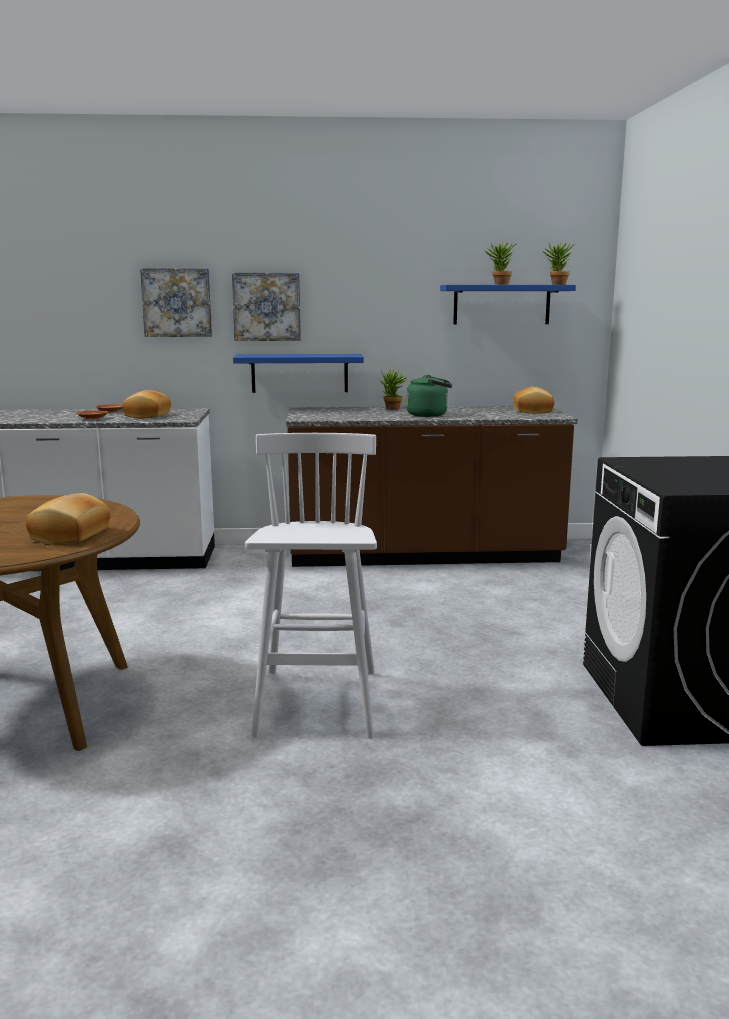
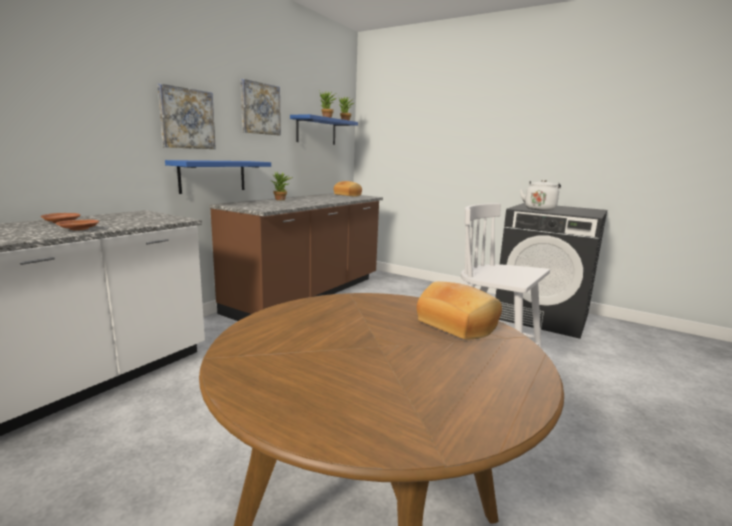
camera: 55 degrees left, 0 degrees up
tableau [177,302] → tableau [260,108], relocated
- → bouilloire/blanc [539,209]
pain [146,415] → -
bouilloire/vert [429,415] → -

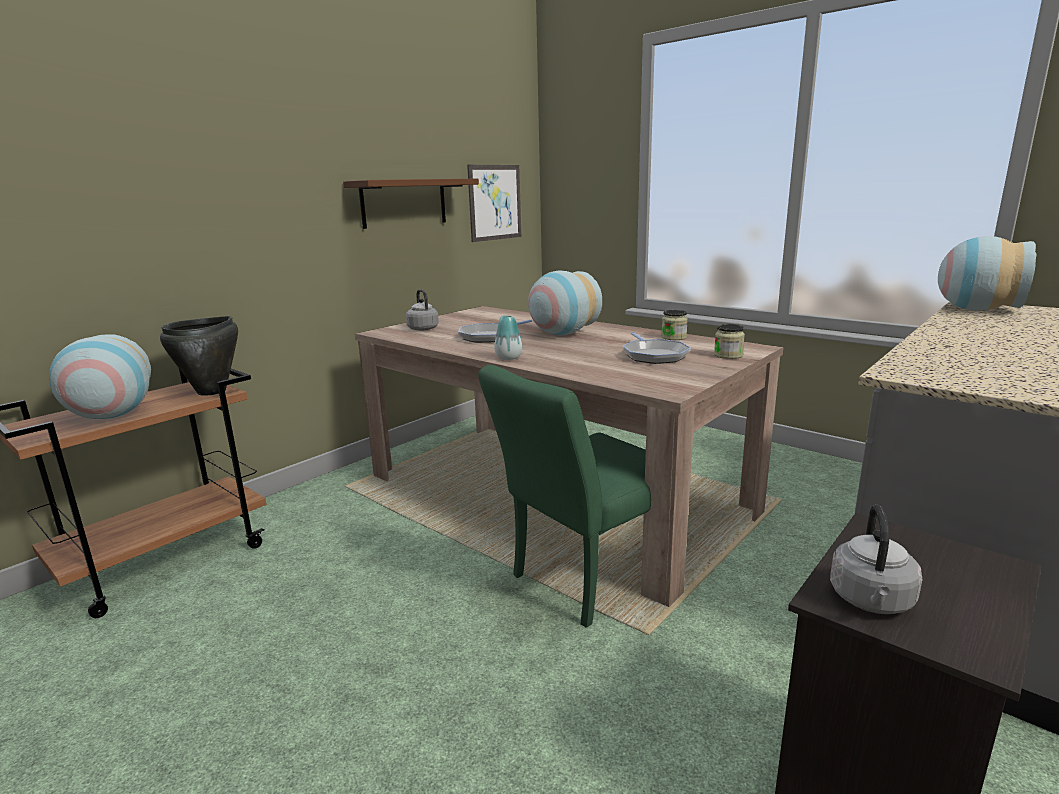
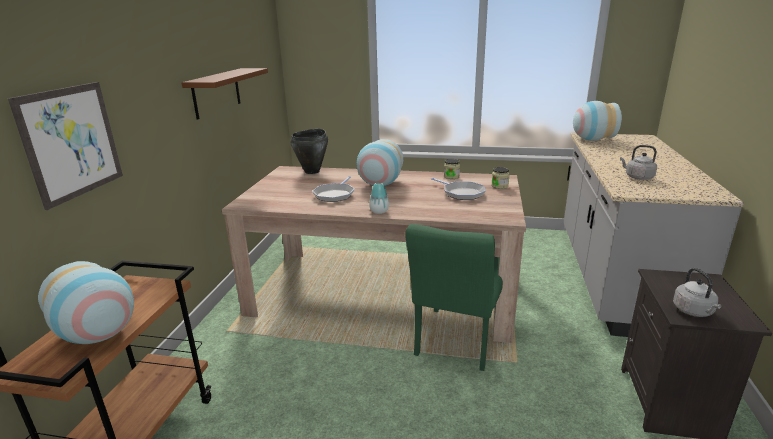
camera: 30 degrees left, 5 degrees up
tableau [495,202] → tableau [72,142], relocated
marmite/noir [212,391] → marmite/noir [312,171], relocated
bouilloire/gris [422,328] → bouilloire/gris [637,177], relocated

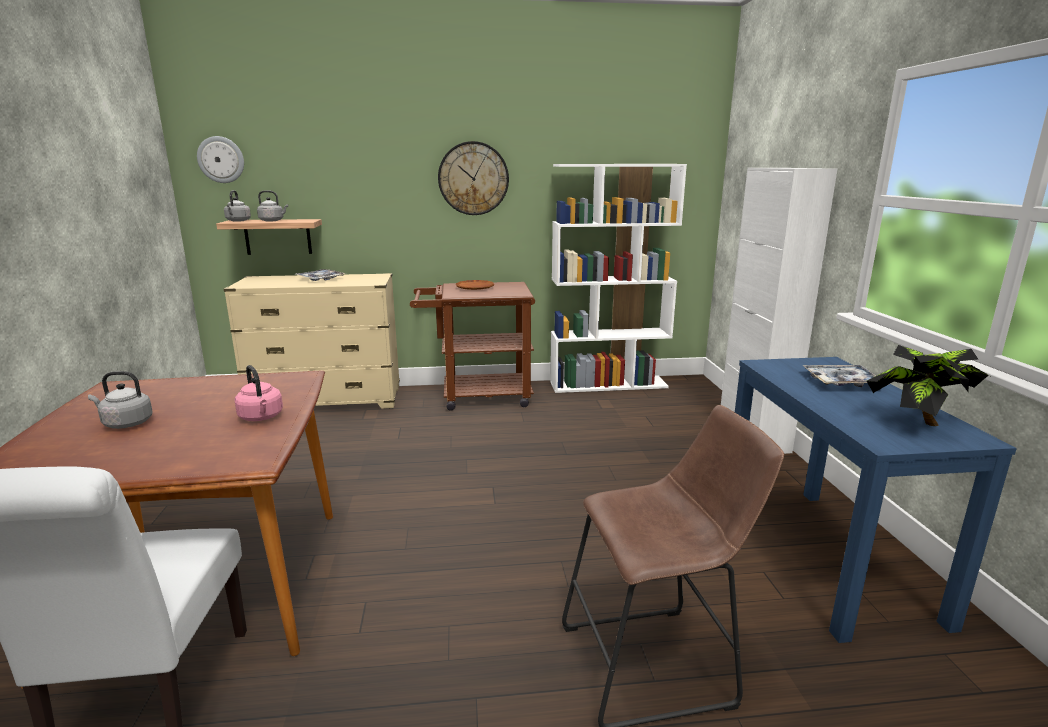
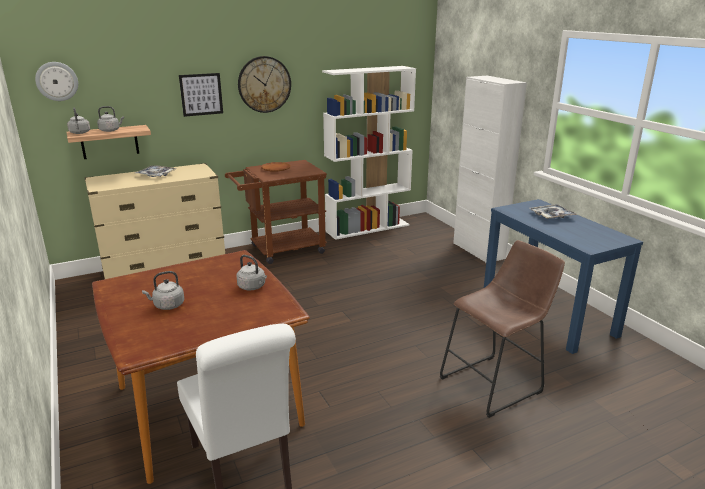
camera: 20 degrees left, 5 degrees up
- → tableau [201,94]
bouilloire/rose [261,417] → bouilloire/gris [253,287]
plante en pot [919,424] → -

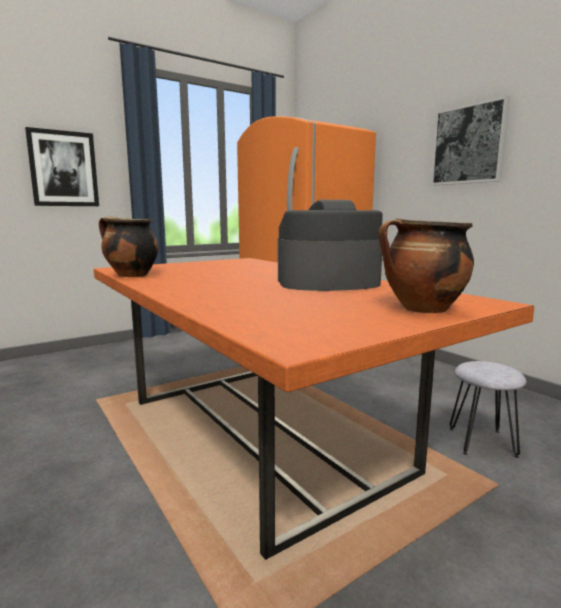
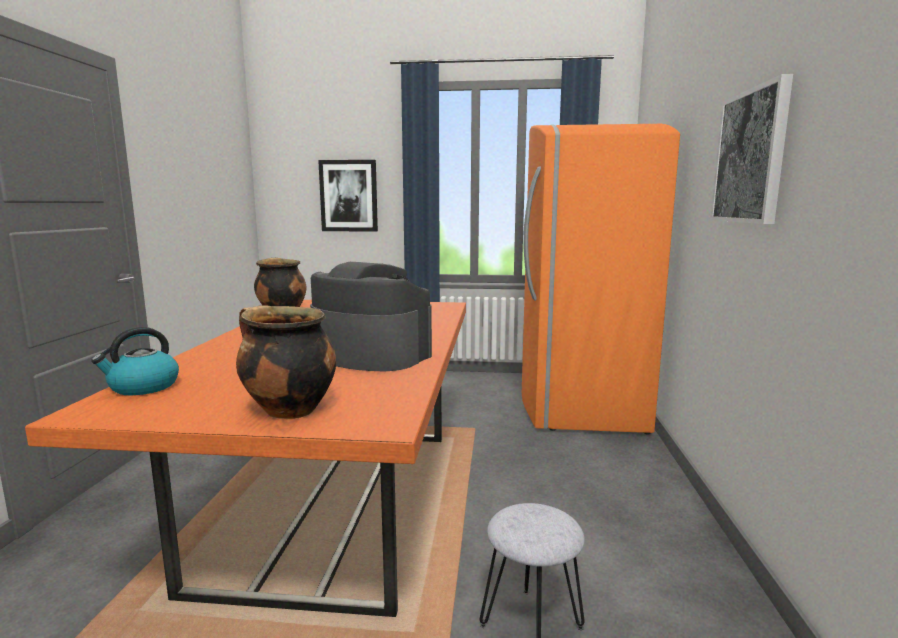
camera: 40 degrees right, 0 degrees up
- → bouilloire [143,387]

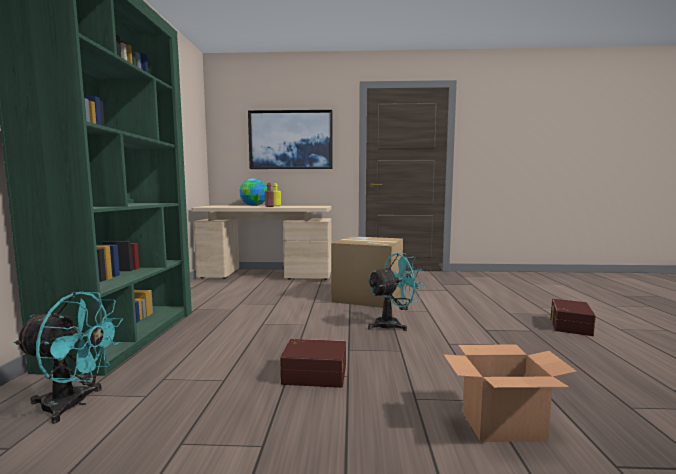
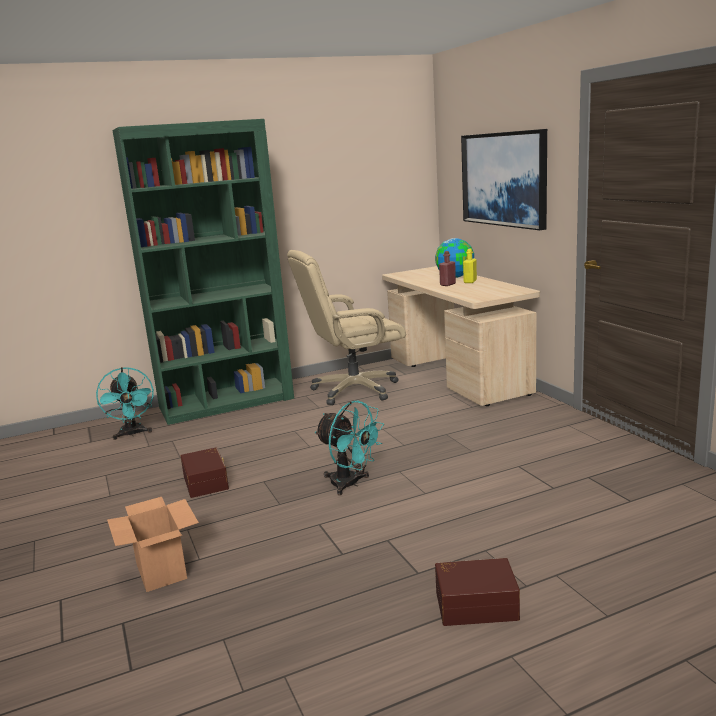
camera: 65 degrees right, 10 degrees up
- → chaise de bureau/beige [354,390]
carton [368,297] → -

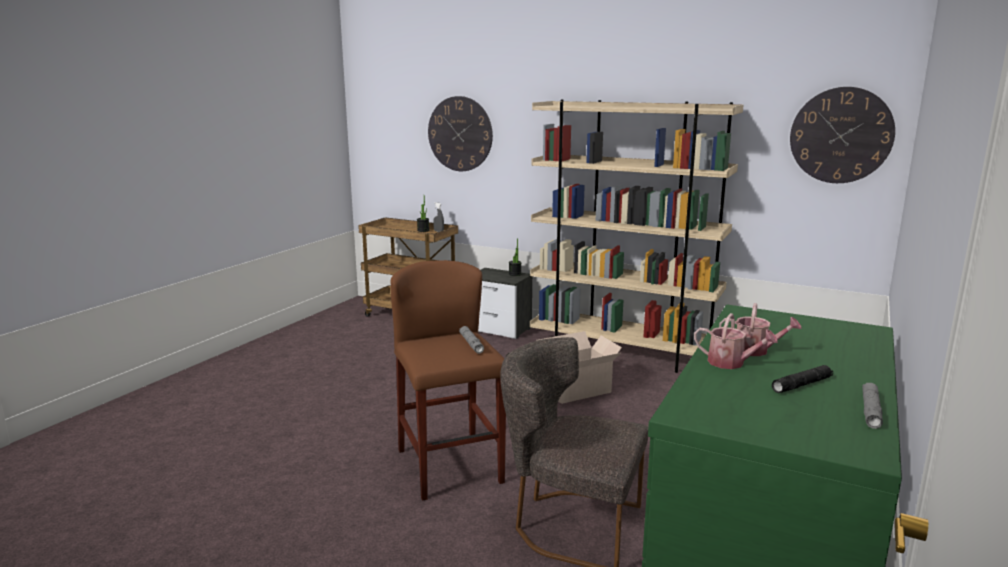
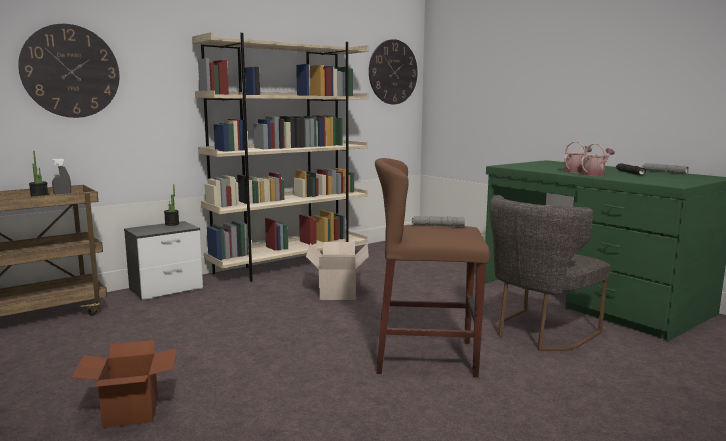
camera: 65 degrees left, 5 degrees down
- → carton [131,412]

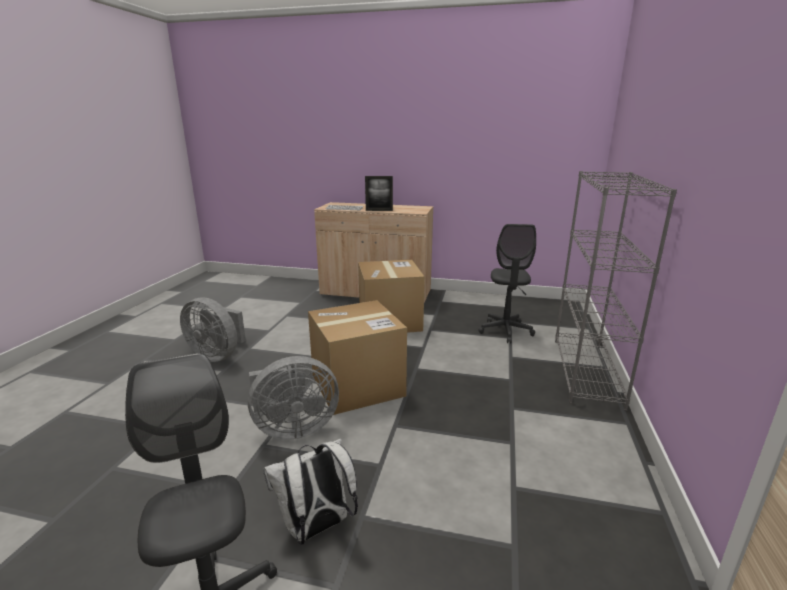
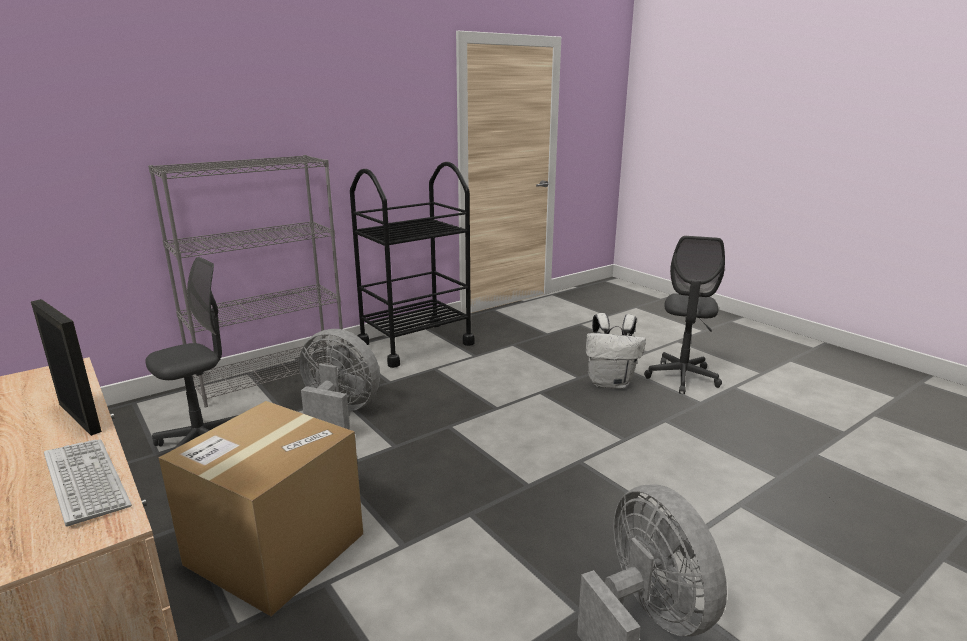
camera: 140 degrees left, 0 degrees up
ventilateur/gris [293,428] → ventilateur/gris [339,415], relocated
- → chariot/noir [415,344]
carton [357,385] → -

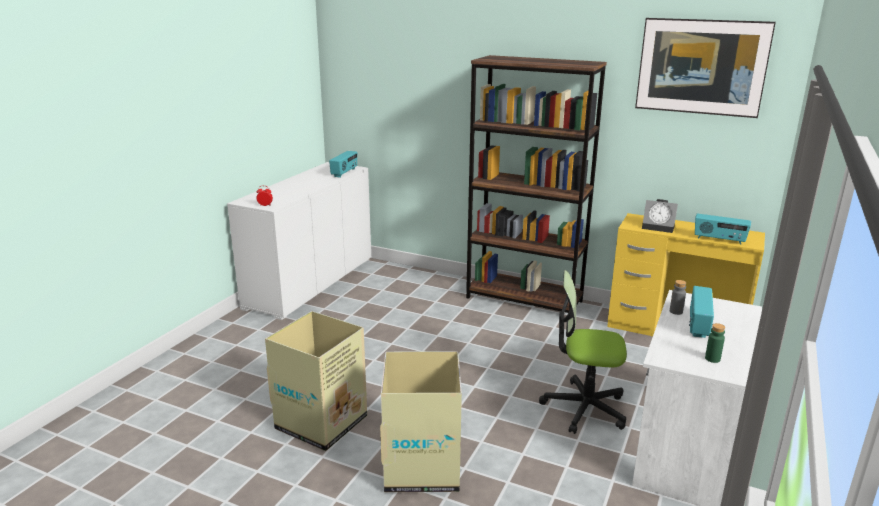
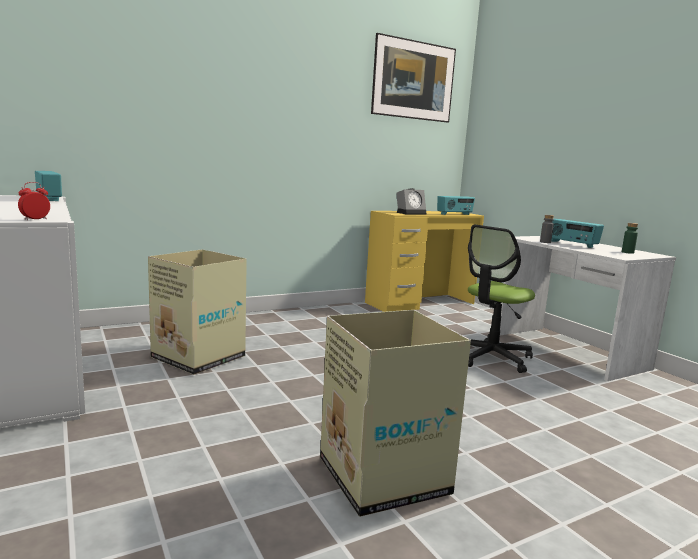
camera: 55 degrees left, 10 degrees down
carton [422,466] → carton [198,357], relocated
bibliothèque/marron [524,299] → -

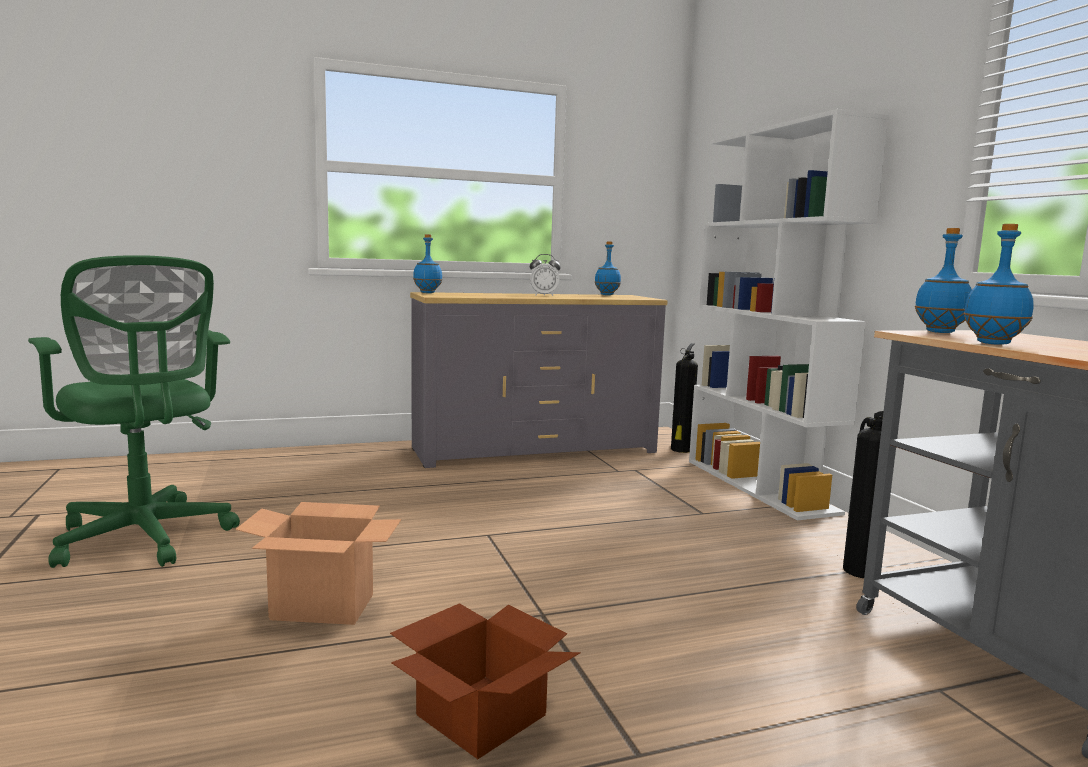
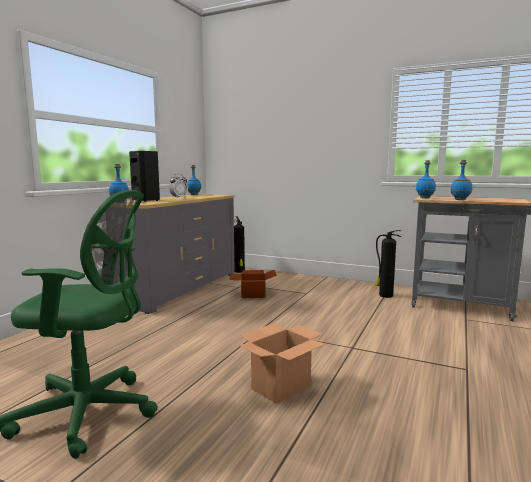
camera: 45 degrees left, 0 degrees up
- → enceinte/noir [147,200]
carton [480,713] → carton [252,294], relocated
bibliothèque/blanc [760,486] → -

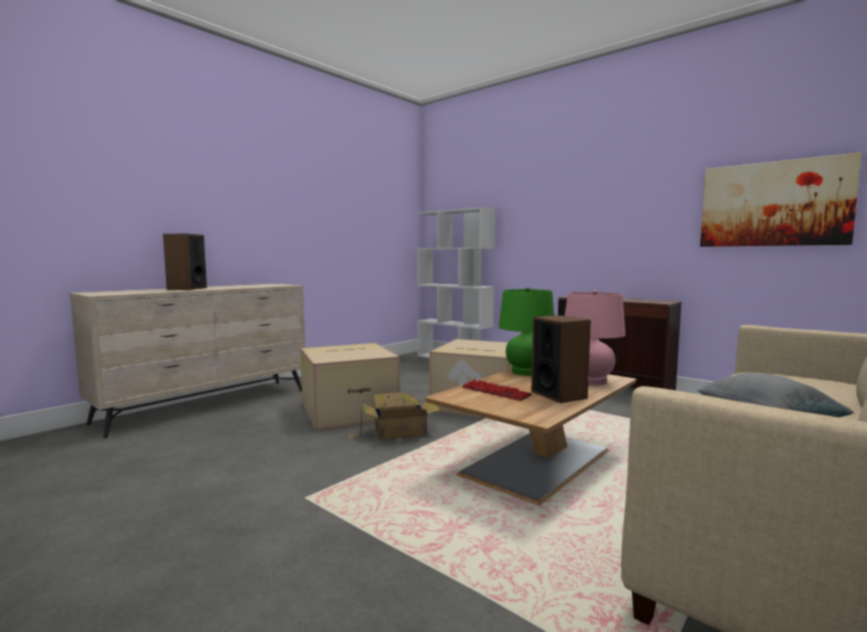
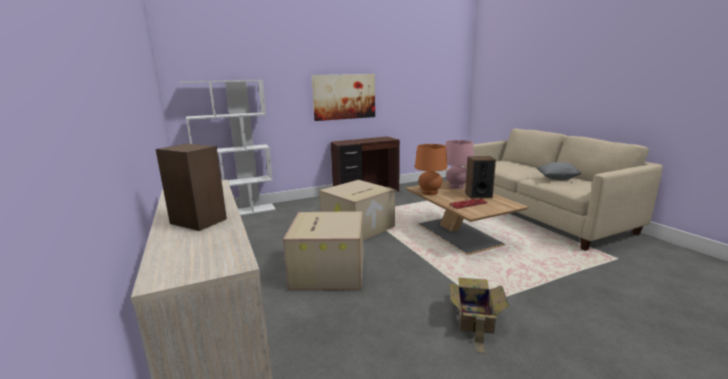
camera: 65 degrees left, 10 degrees up
tableau [773,204] → tableau [344,97], relocated
lampe de table/vert [525,372] → lampe de table/orange [429,192]
carton [397,432] → carton [474,319], relocated

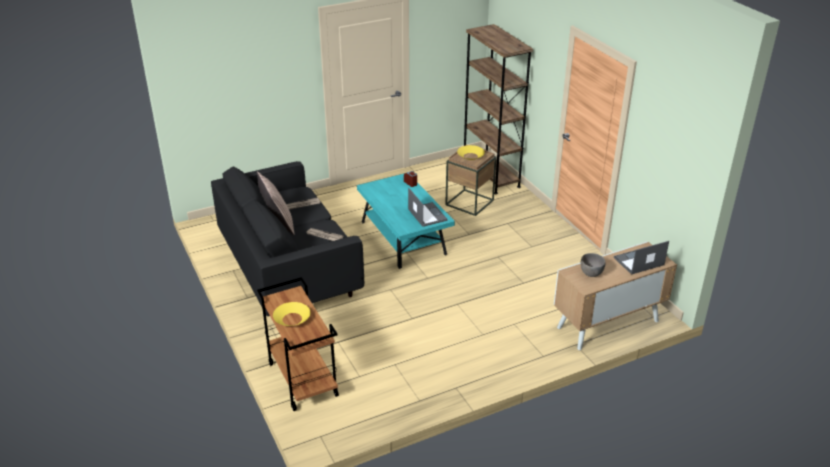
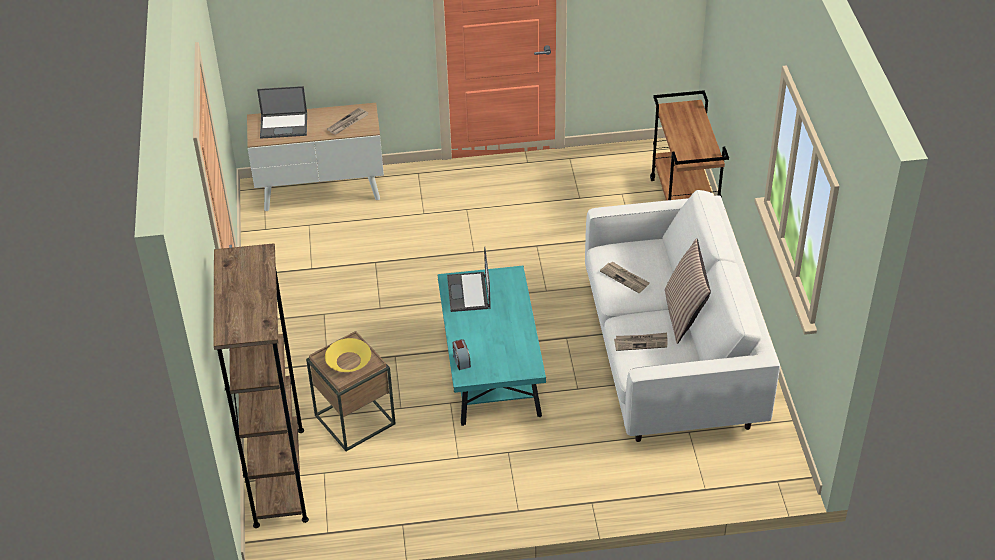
camera: 160 degrees left, 10 degrees up
bol/gris [591,273] → journal [348,123]
canapé/noir [290,268] → canapé/blanc [670,355]
bol/jaune [292,319] → -

